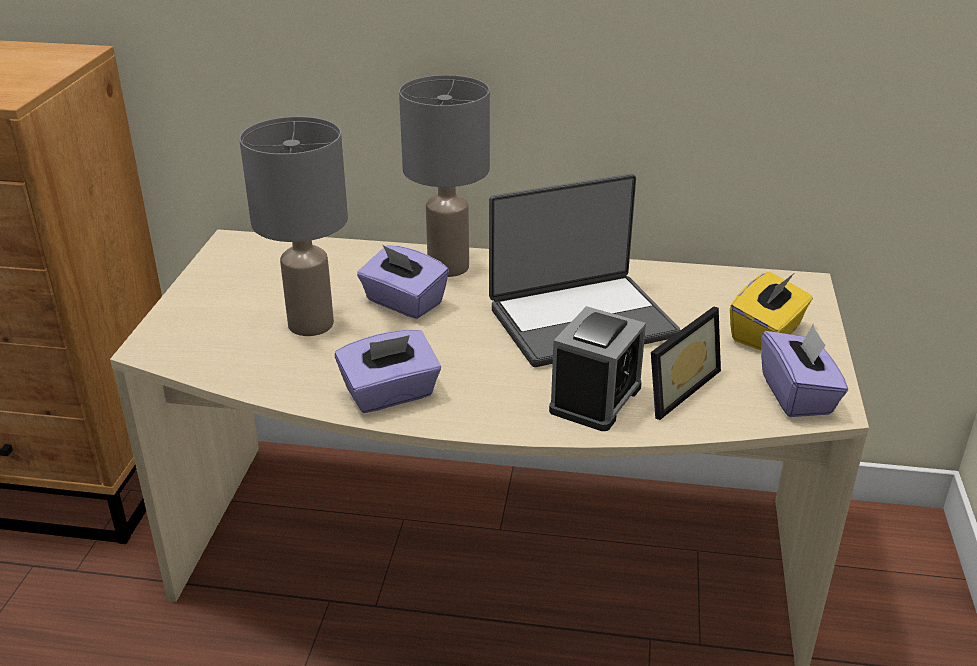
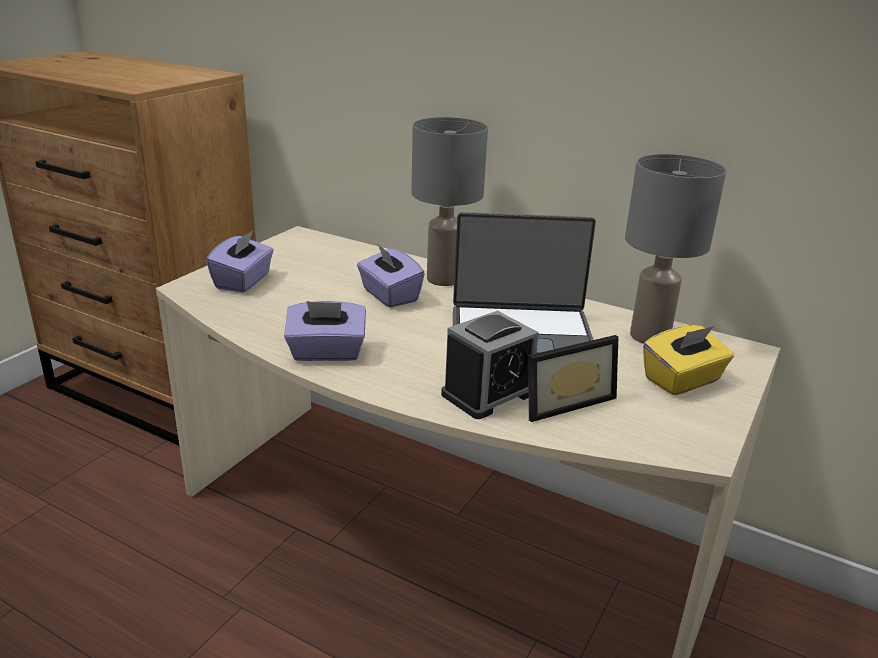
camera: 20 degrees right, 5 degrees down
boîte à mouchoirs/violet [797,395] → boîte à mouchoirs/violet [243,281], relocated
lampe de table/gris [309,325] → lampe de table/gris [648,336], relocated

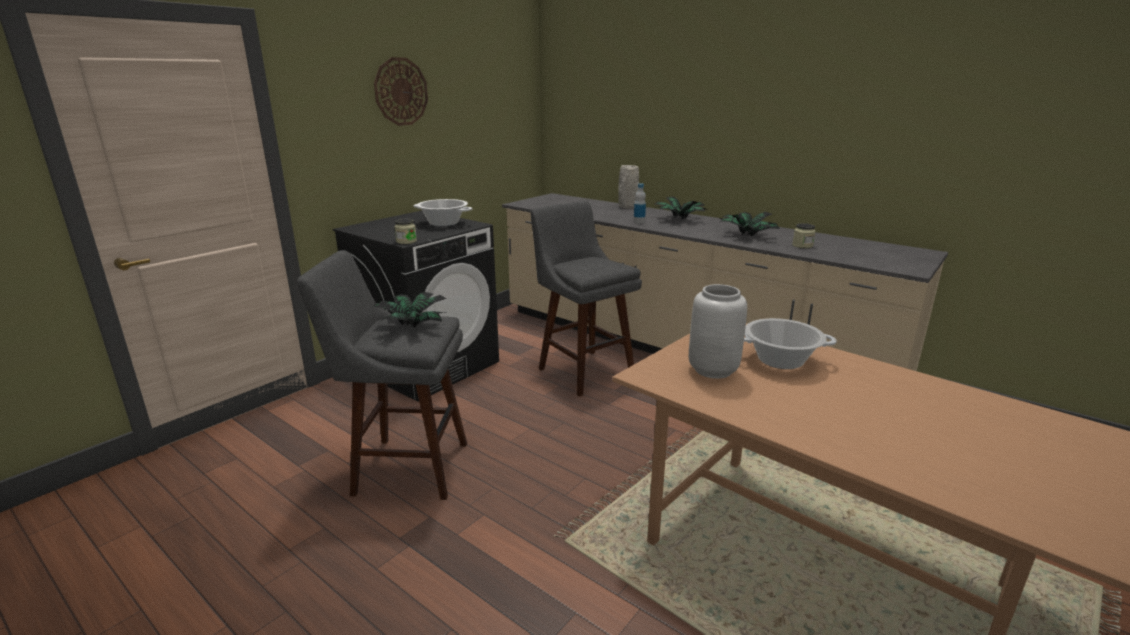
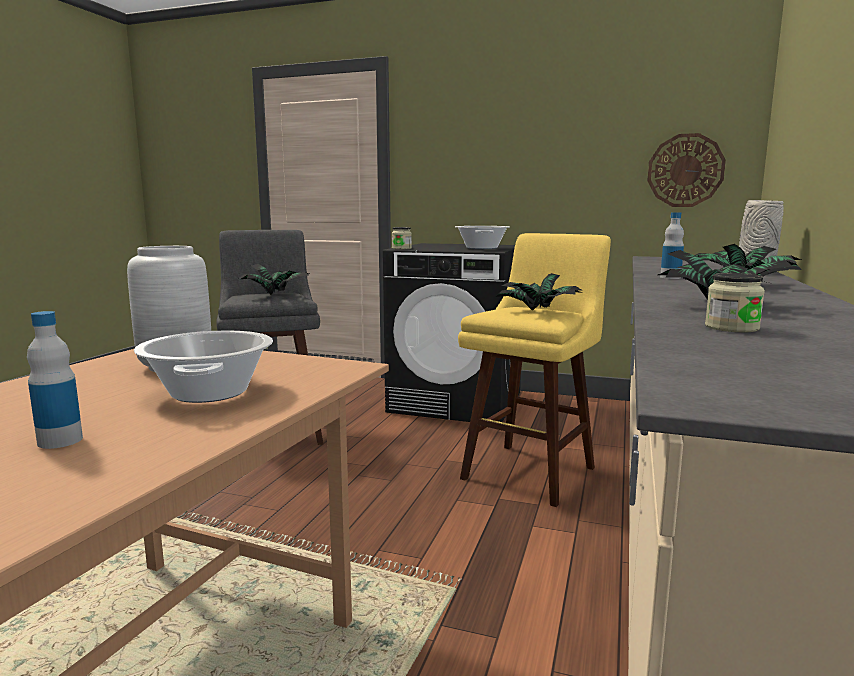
camera: 70 degrees right, 10 degrees down
- → bouteille [60,441]
tabouret/gris [583,370] → tabouret/jaune [532,470]
- → plante en pot [539,311]
horloge murale [401,92] → horloge murale [685,170], relocated

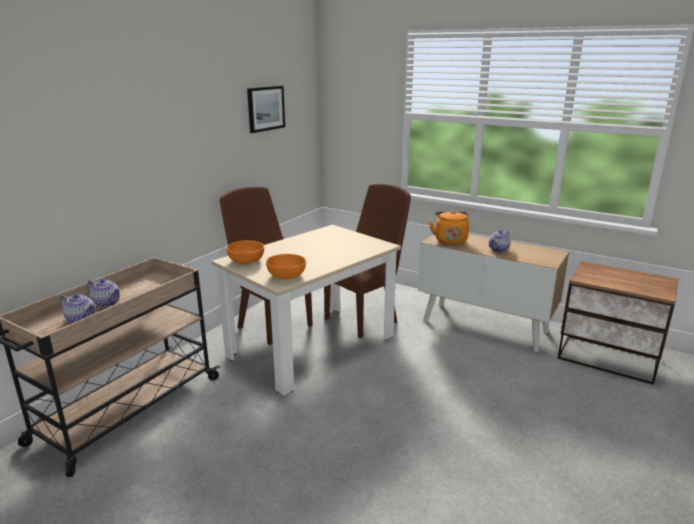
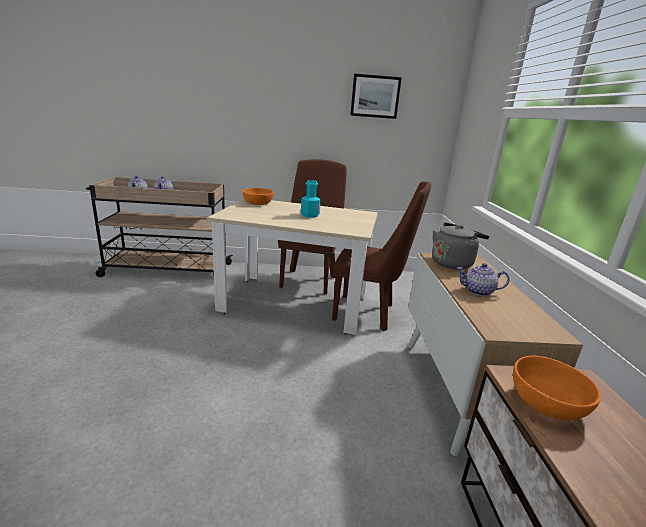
camera: 55 degrees right, 0 degrees up
- → bouteille/turquoise [310,215]
bouilloire/orange [450,240] → bouilloire/gris [453,263]
bol/orange [286,275] → bol/orange [547,402], relocated

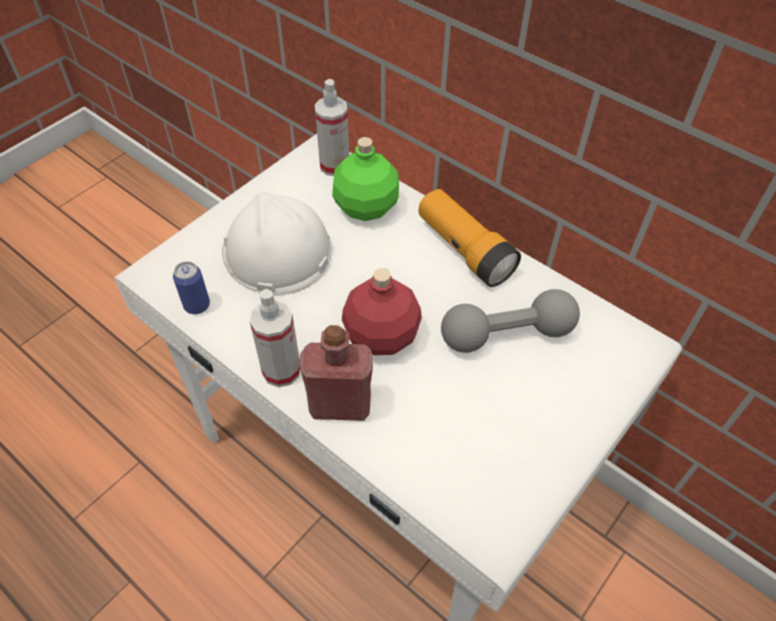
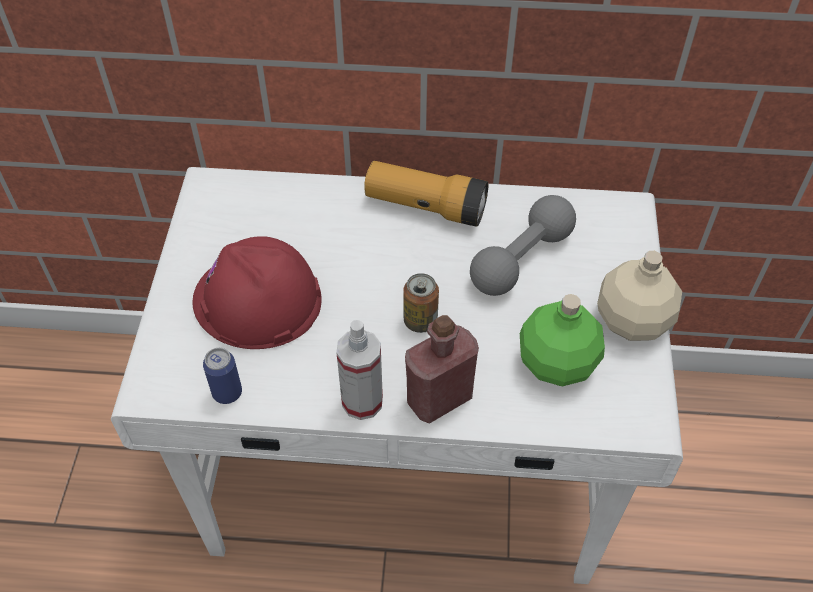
camera: 35 degrees left, 0 degrees up
casque de chantier/blanc [276,251] → casque de chantier/rouge [257,300]
bouteille/rouge [380,336] → boîte métallique [420,321]
bouteille/vert [366,207] → bouteille/vert [557,364], relocated
- → bouteille/beige [633,322]
vaporisateur [334,166] → -

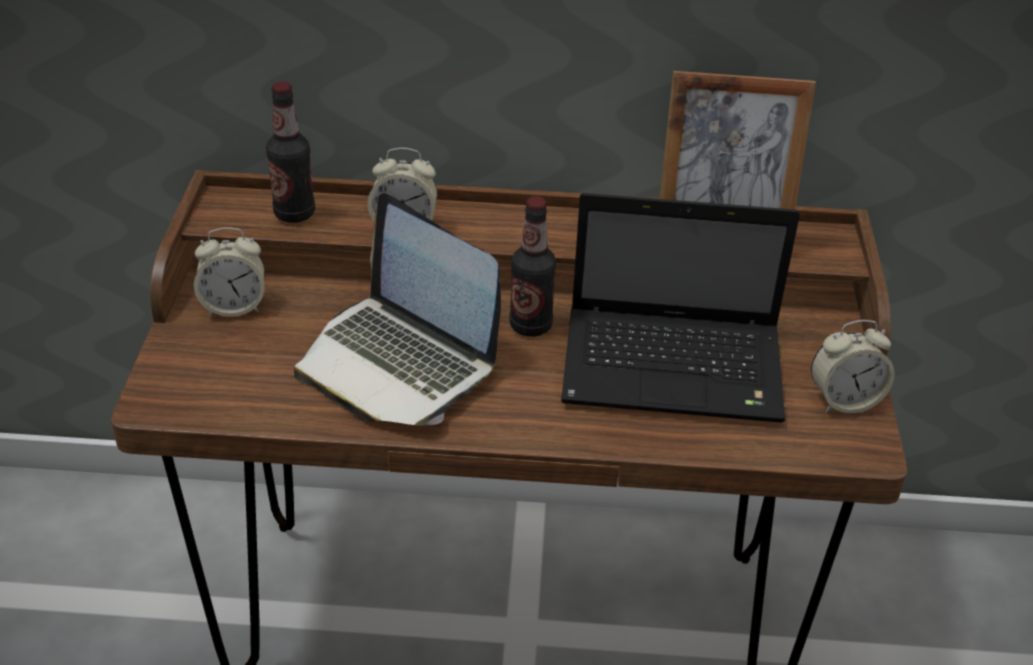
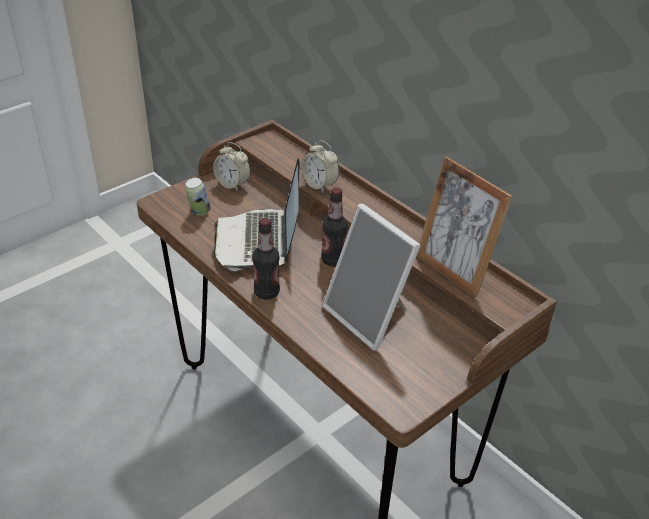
camera: 45 degrees right, 0 degrees up
- → boîte métallique [199,212]
bouteille [294,213] → bouteille [266,292], relocated
ordinateur portable [677,368] → cadre photo [369,317]
réveil [844,400] → -

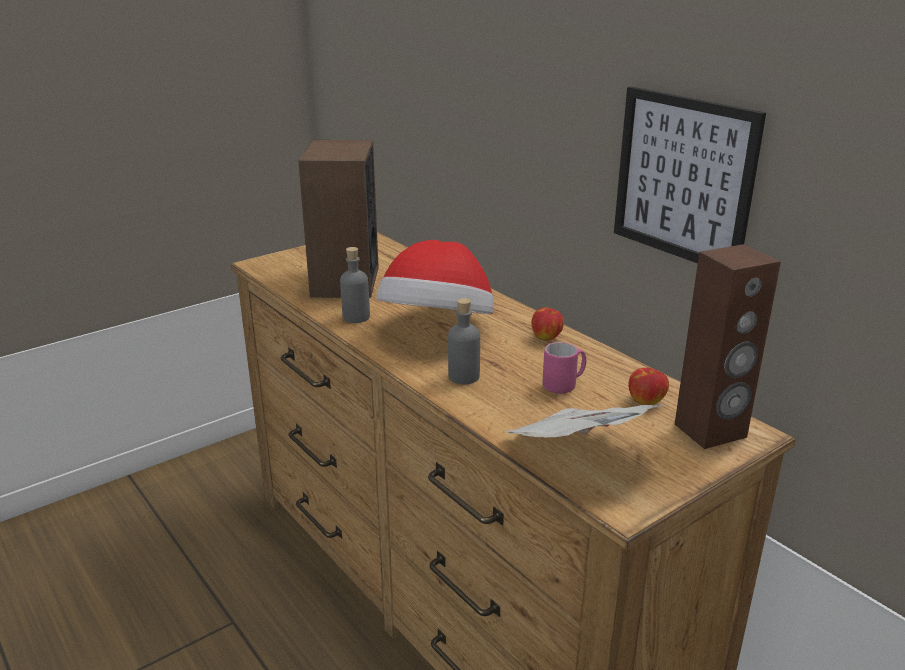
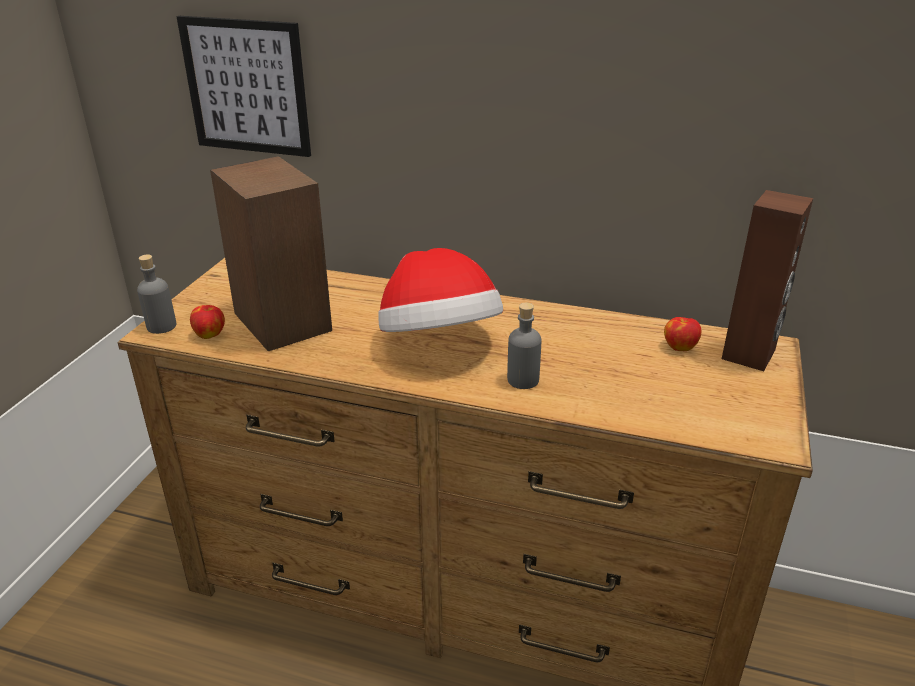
camera: 35 degrees left, 5 degrees up
bouteille/gris [356,317] → bouteille/gris [161,326], relocated
tableau [683,178] → tableau [246,87], relocated
pomme [546,337] → pomme [210,335], relocated
journal [577,453] → -
mug/rose [564,385] → -

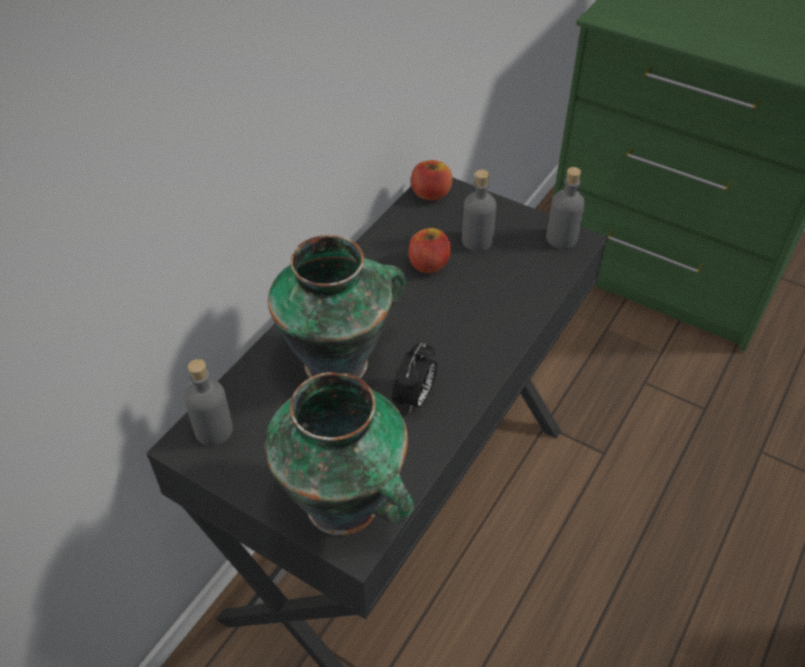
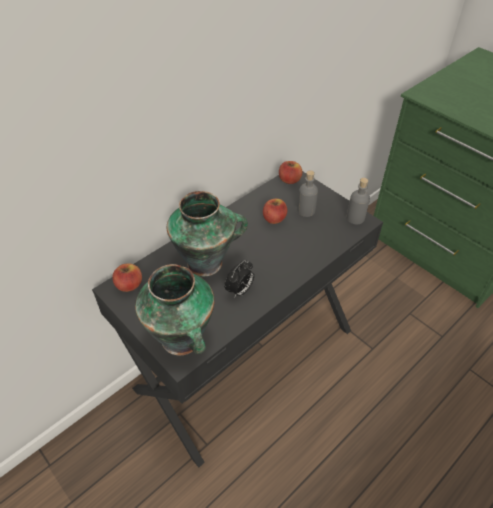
camera: 15 degrees right, 0 degrees up
bouteille/gris [214,430] → pomme [129,285]

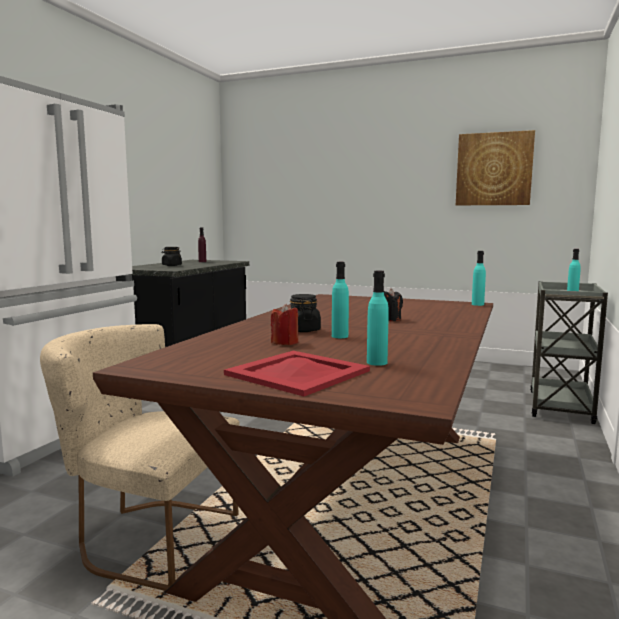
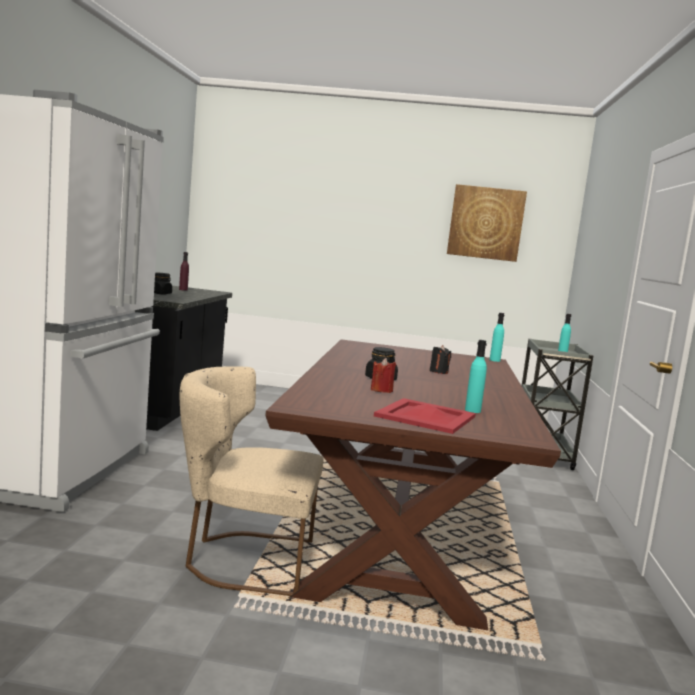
camera: 15 degrees left, 0 degrees up
bouteille/turquoise [340,336] → -

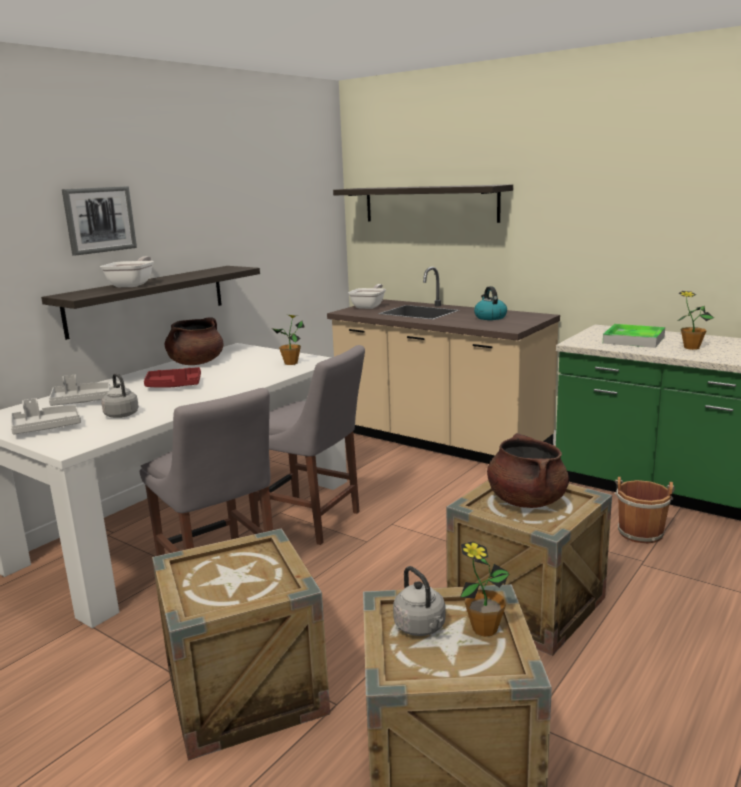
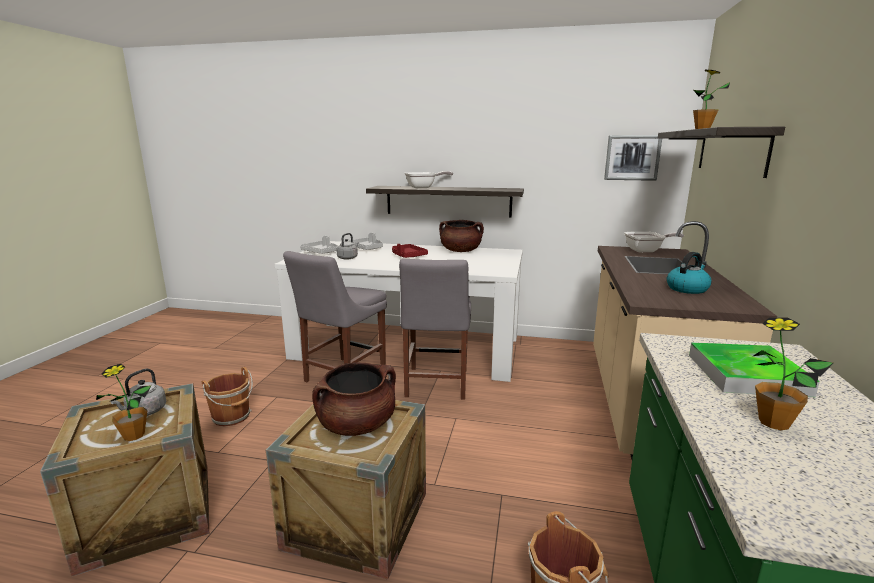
camera: 65 degrees right, 0 degrees up
caisse [245,690] → seau/marron [232,417]
tableau [99,220] → tableau [632,157], relocated
plante en pot [291,363] → plante en pot [702,129], relocated

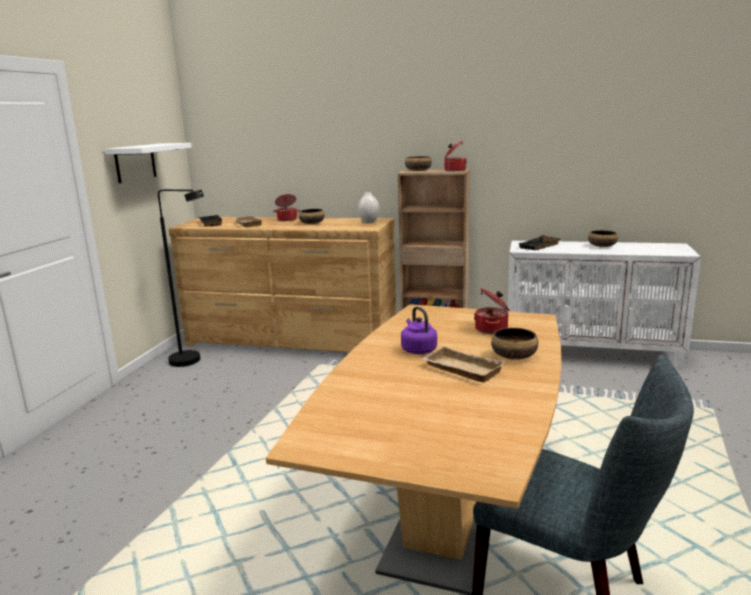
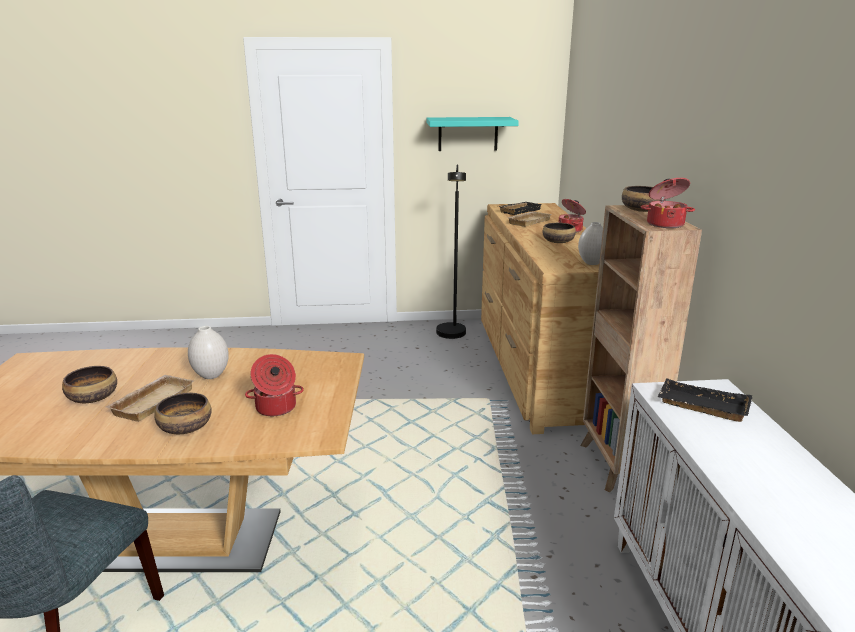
camera: 70 degrees right, 5 degrees up
bol [601,246] → bol [93,397], relocated
bouilloire/violet [418,349] → vase/blanc [211,375]
étagère/blanc [135,163] → étagère/turquoise [468,134]

